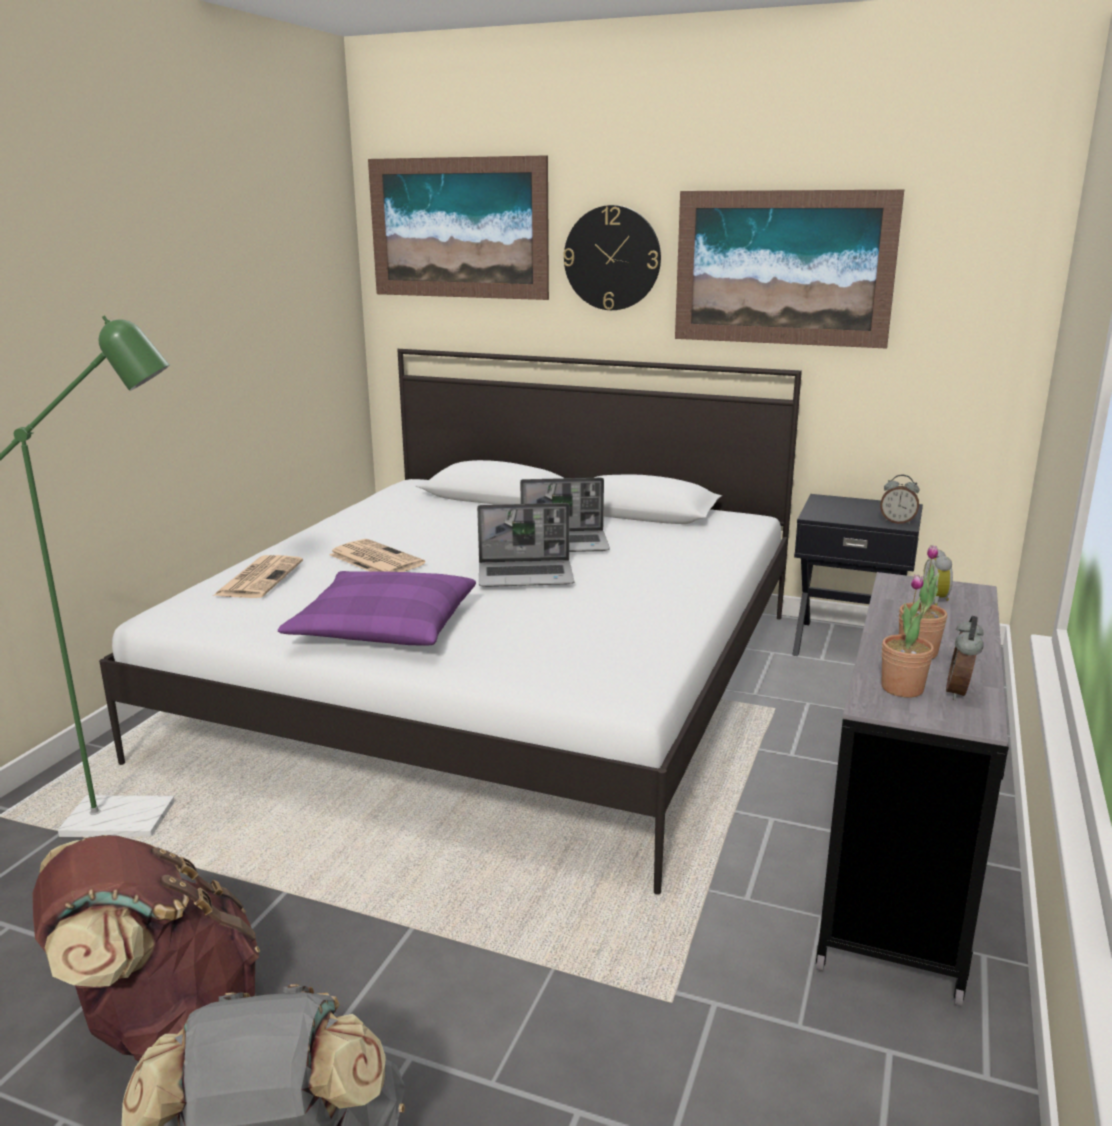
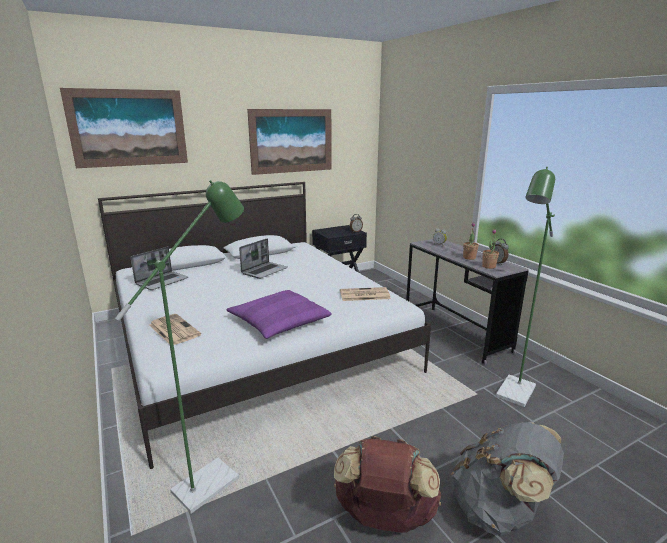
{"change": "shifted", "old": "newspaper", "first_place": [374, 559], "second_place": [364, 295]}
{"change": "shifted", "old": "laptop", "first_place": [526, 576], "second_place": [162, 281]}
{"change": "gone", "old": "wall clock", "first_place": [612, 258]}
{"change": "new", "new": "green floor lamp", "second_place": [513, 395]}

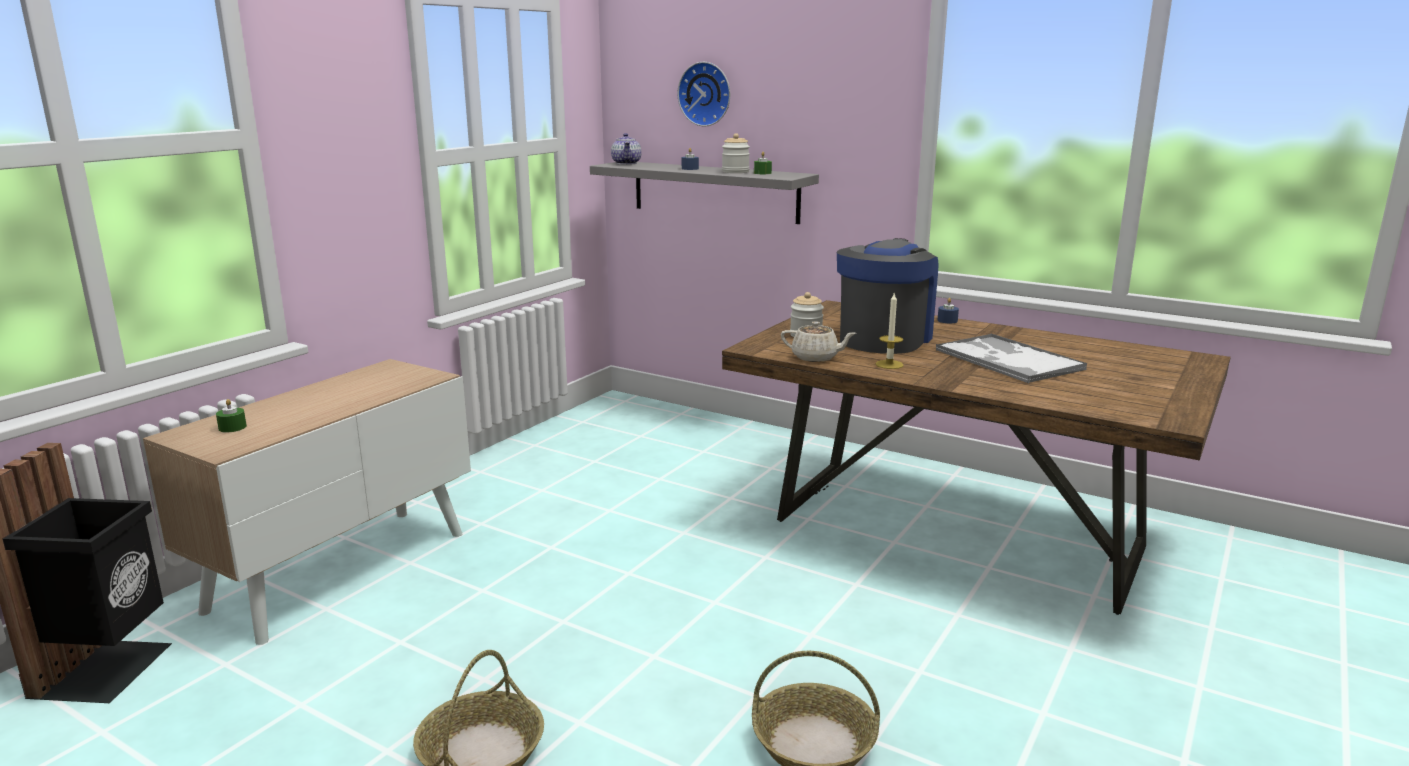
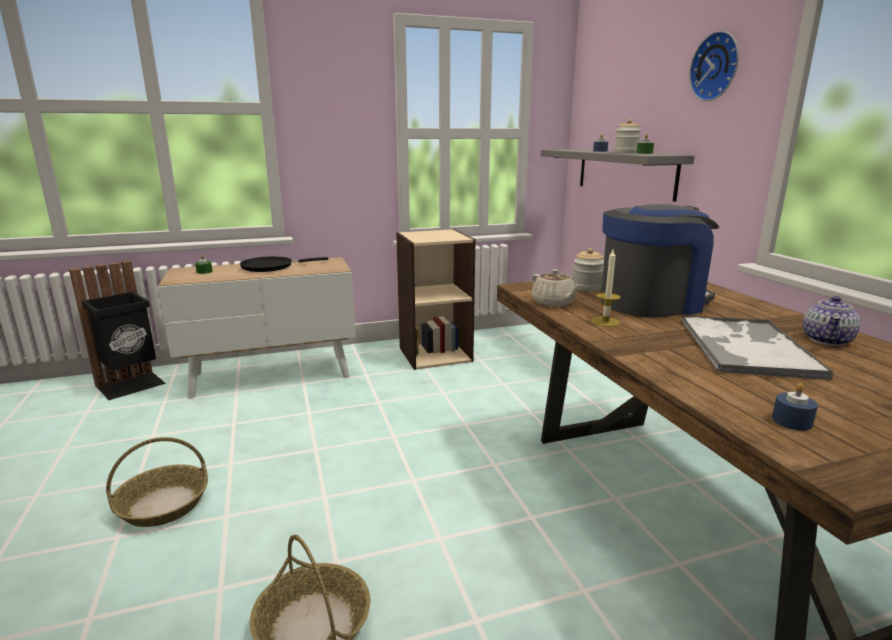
{"change": "shifted", "old": "teapot", "first_place": [626, 163], "second_place": [827, 340]}
{"change": "shifted", "old": "wall clock", "first_place": [706, 94], "second_place": [717, 67]}
{"change": "shifted", "old": "blue candle", "first_place": [947, 320], "second_place": [792, 421]}
{"change": "new", "new": "black frying pan", "second_place": [271, 267]}
{"change": "new", "new": "beige bookcase", "second_place": [435, 354]}

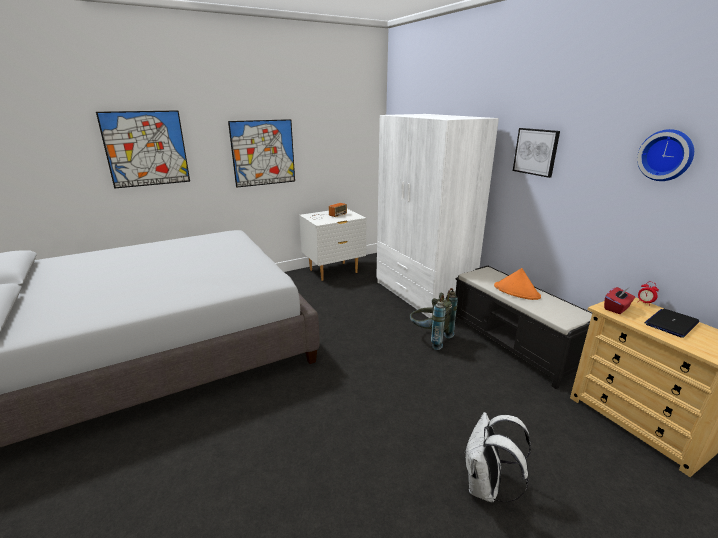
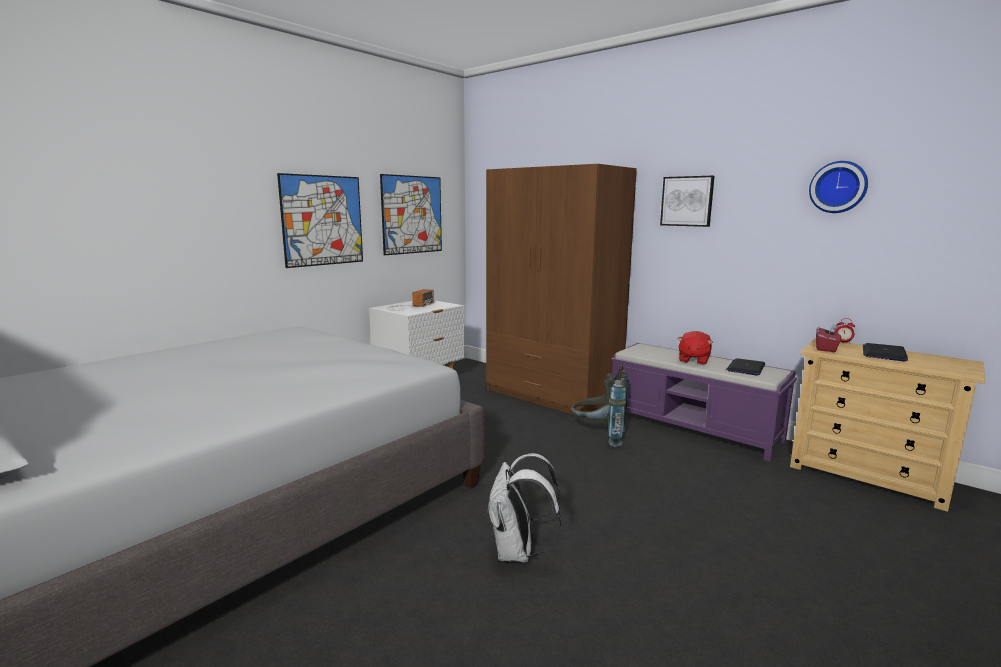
{"change": "shifted", "old": "picture", "first_place": [146, 149], "second_place": [412, 215]}
{"change": "repainted", "old": "white wardrobe", "new": "brown wardrobe", "first_place": [422, 294], "second_place": [552, 395]}
{"change": "repainted", "old": "black bench", "new": "purple bench", "first_place": [513, 344], "second_place": [694, 428]}
{"change": "shifted", "old": "white backpack", "first_place": [486, 487], "second_place": [518, 552]}
{"change": "swapped", "old": "orange hat", "new": "red plush toy", "first_place": [517, 291], "second_place": [693, 360]}
{"change": "new", "new": "laptop", "second_place": [746, 368]}

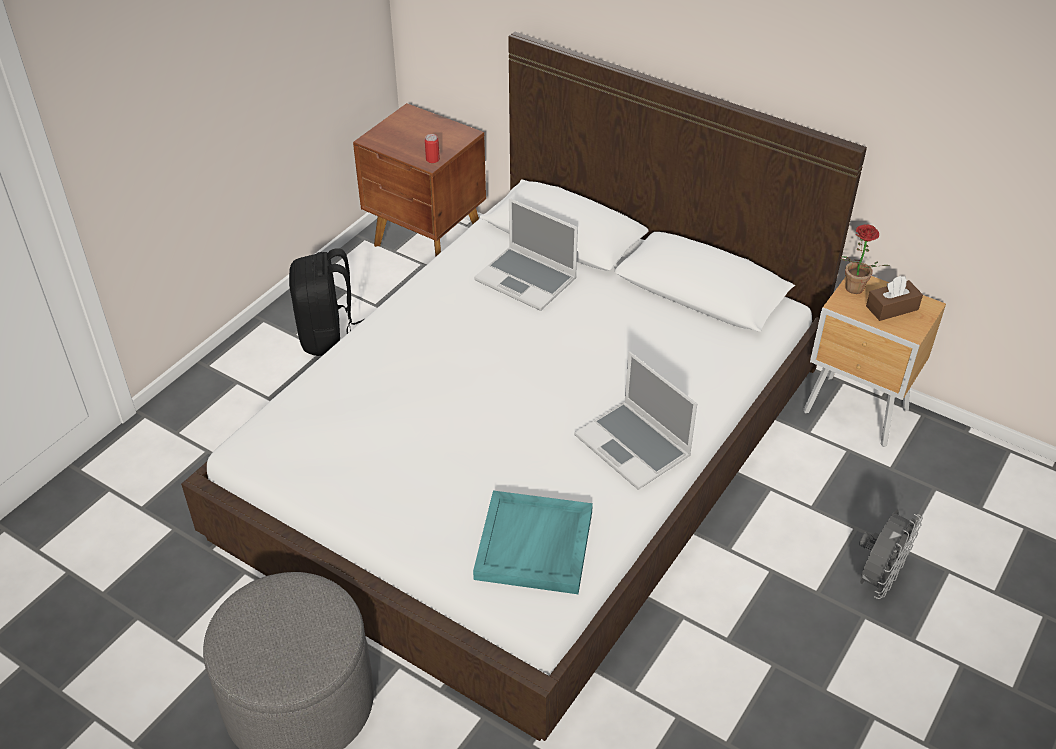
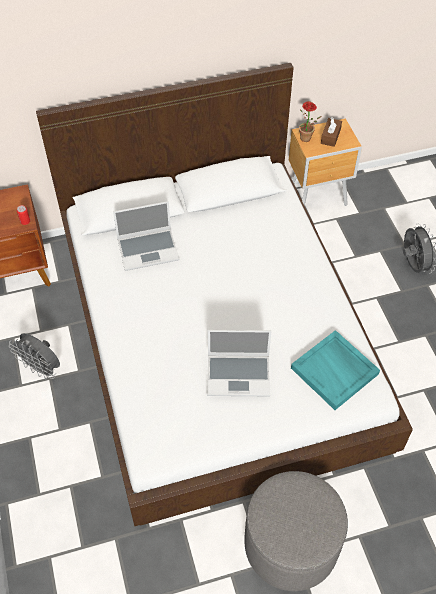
{"change": "swapped", "old": "black backpack", "new": "grey fan", "first_place": [329, 336], "second_place": [42, 369]}
{"change": "shifted", "old": "laptop", "first_place": [634, 446], "second_place": [239, 375]}

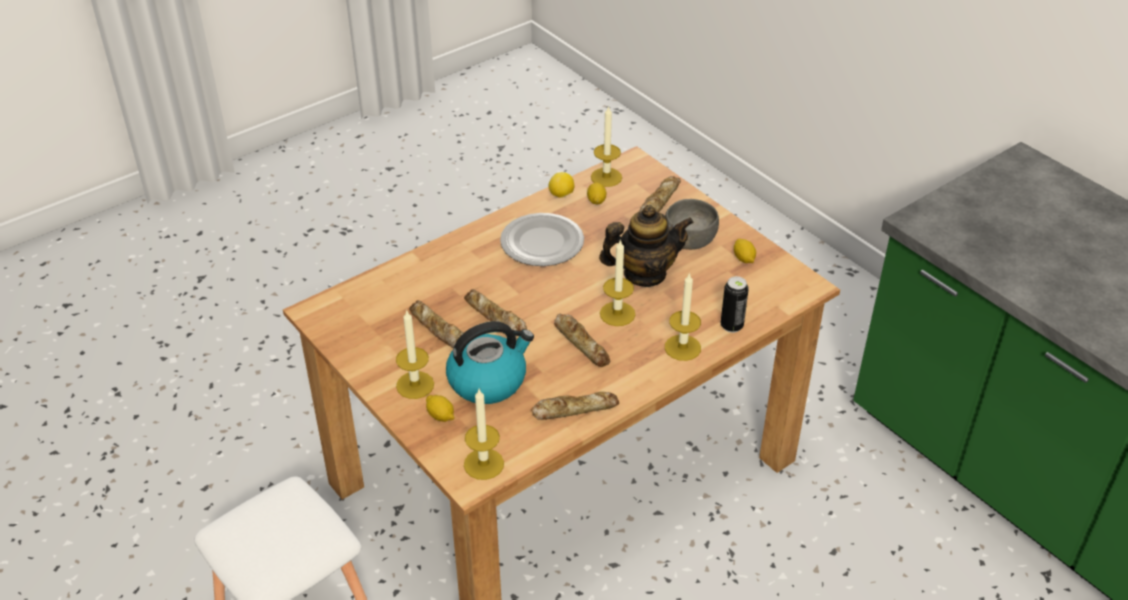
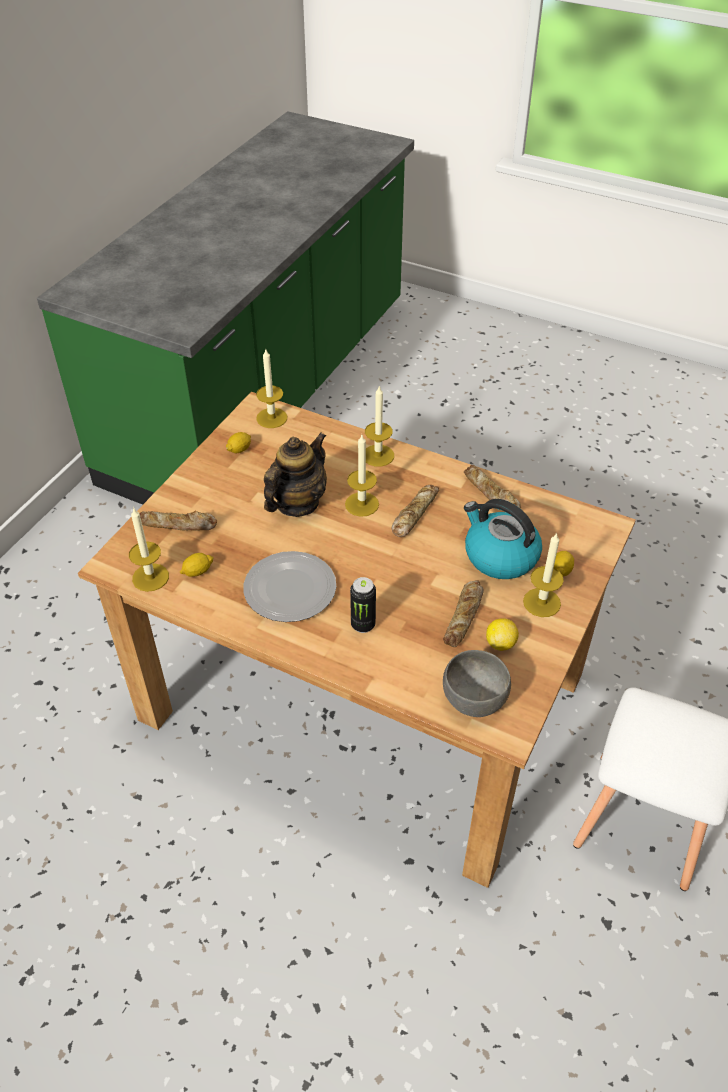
{"change": "gone", "old": "bread", "first_place": [495, 317]}
{"change": "shifted", "old": "candle", "first_place": [483, 464], "second_place": [271, 418]}
{"change": "shifted", "old": "lemon", "first_place": [561, 195], "second_place": [500, 643]}
{"change": "rotated", "old": "teapot", "first_place": [644, 274], "second_place": [297, 503], "degrees": 75}
{"change": "shifted", "old": "grey bowl", "first_place": [689, 240], "second_place": [475, 699]}
{"change": "shifted", "old": "can", "first_place": [731, 326], "second_place": [363, 625]}

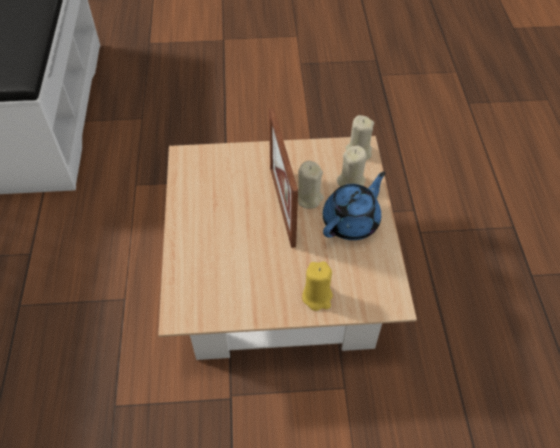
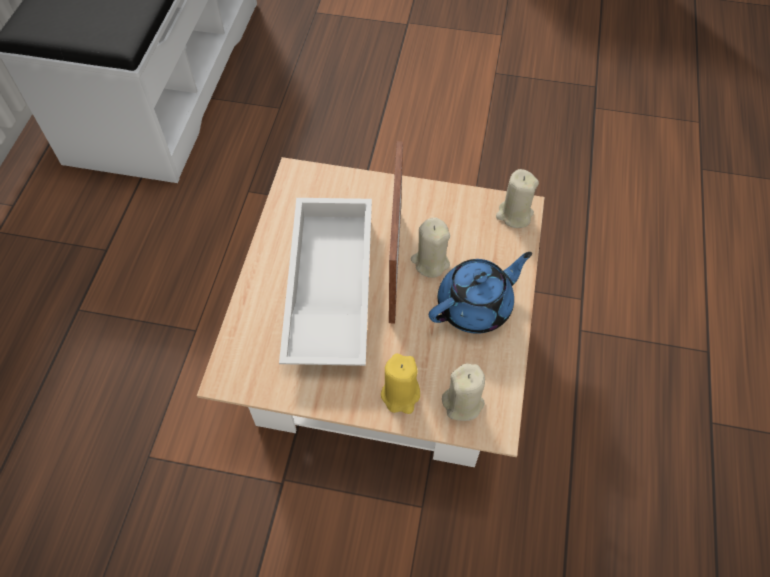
{"change": "shifted", "old": "beige candle", "first_place": [351, 182], "second_place": [463, 403]}
{"change": "new", "new": "white tray", "second_place": [327, 287]}

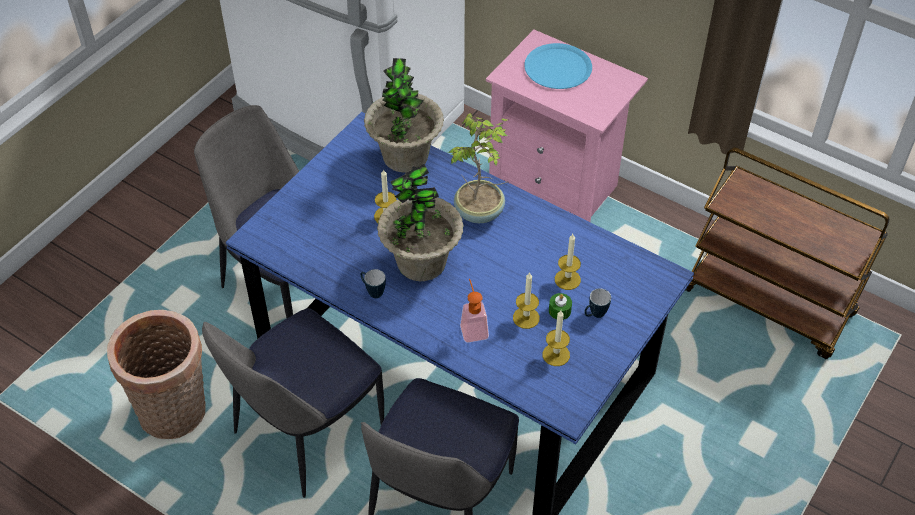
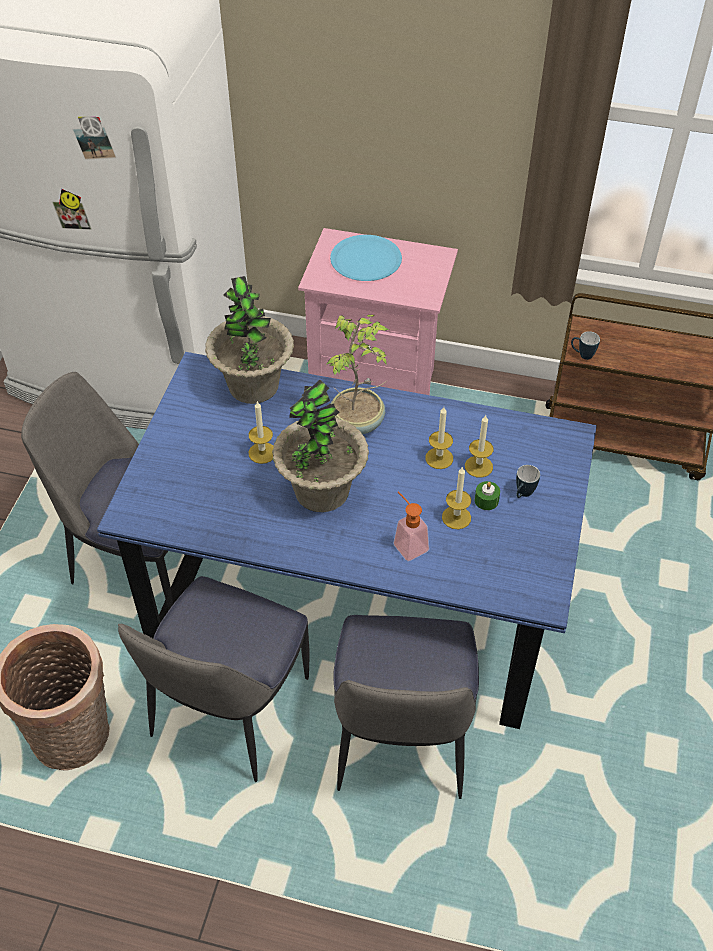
{"change": "shifted", "old": "mug", "first_place": [372, 292], "second_place": [582, 355]}
{"change": "shifted", "old": "candle", "first_place": [556, 354], "second_place": [439, 458]}

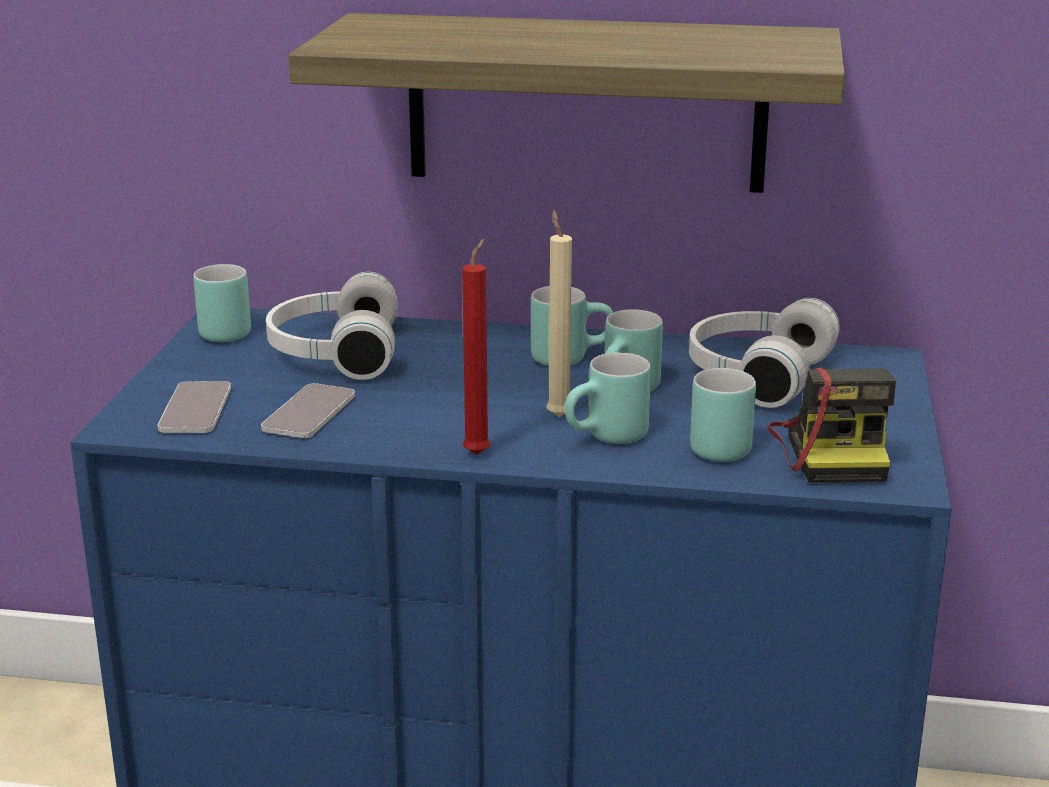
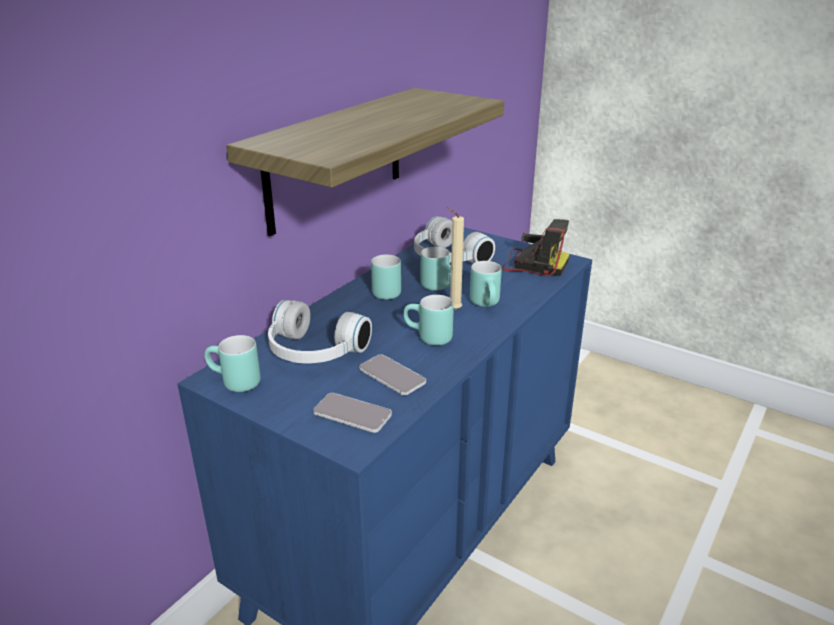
{"change": "gone", "old": "red candle", "first_place": [479, 453]}
{"change": "shifted", "old": "turquoise mug", "first_place": [712, 445], "second_place": [427, 338]}

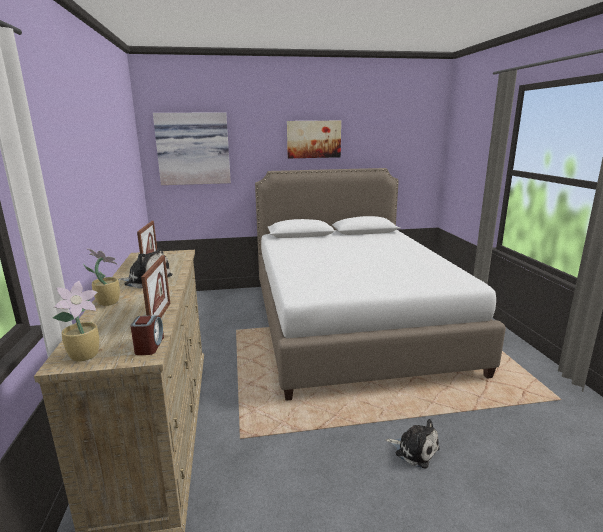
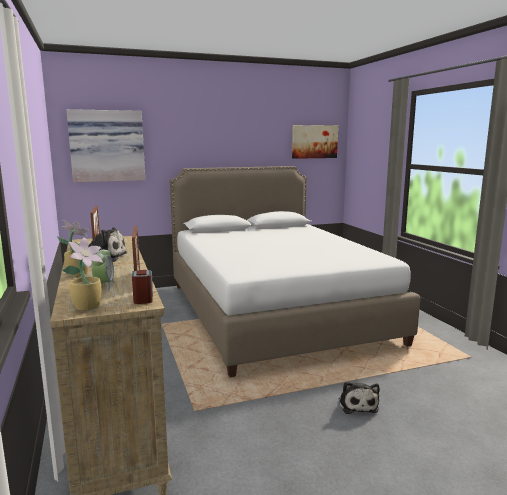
{"change": "shifted", "old": "picture", "first_place": [313, 139], "second_place": [314, 141]}
{"change": "rotated", "old": "plush toy", "first_place": [414, 450], "second_place": [357, 404], "degrees": 60}
{"change": "new", "new": "alarm clock", "second_place": [104, 285]}

